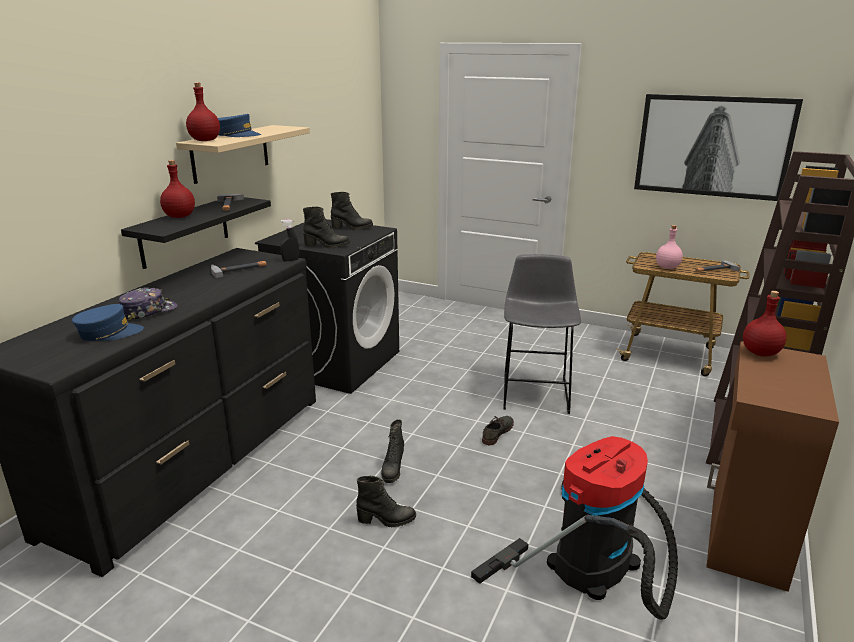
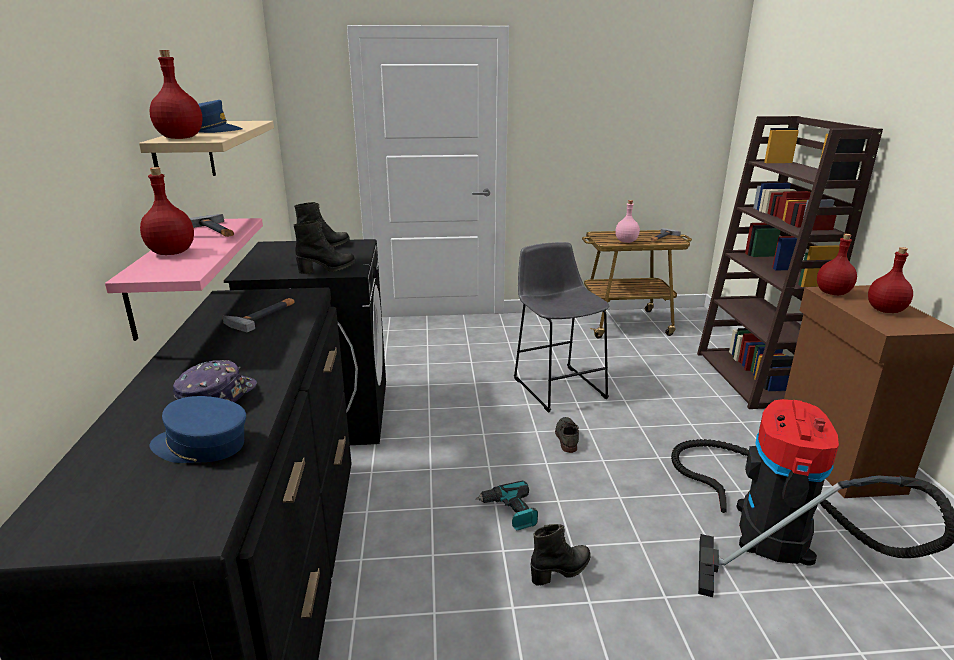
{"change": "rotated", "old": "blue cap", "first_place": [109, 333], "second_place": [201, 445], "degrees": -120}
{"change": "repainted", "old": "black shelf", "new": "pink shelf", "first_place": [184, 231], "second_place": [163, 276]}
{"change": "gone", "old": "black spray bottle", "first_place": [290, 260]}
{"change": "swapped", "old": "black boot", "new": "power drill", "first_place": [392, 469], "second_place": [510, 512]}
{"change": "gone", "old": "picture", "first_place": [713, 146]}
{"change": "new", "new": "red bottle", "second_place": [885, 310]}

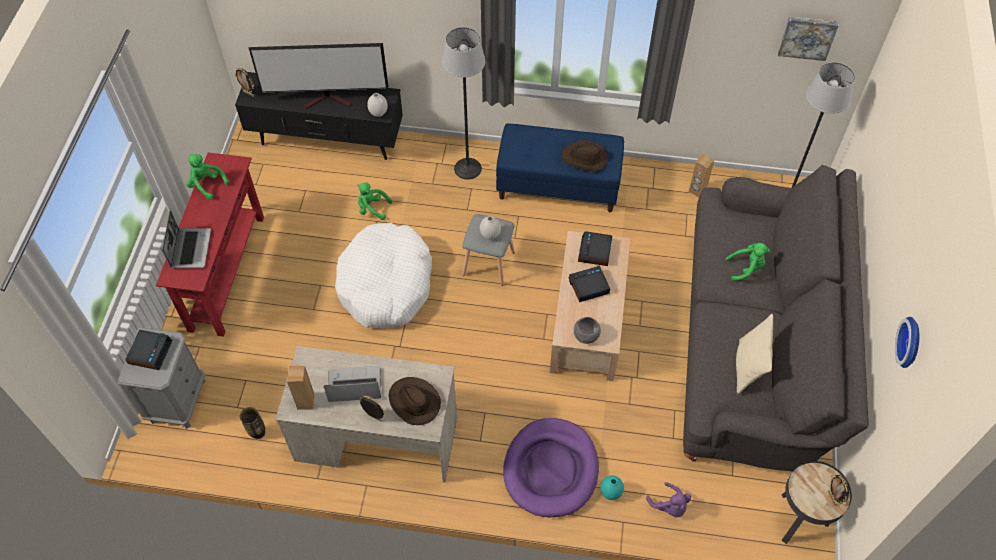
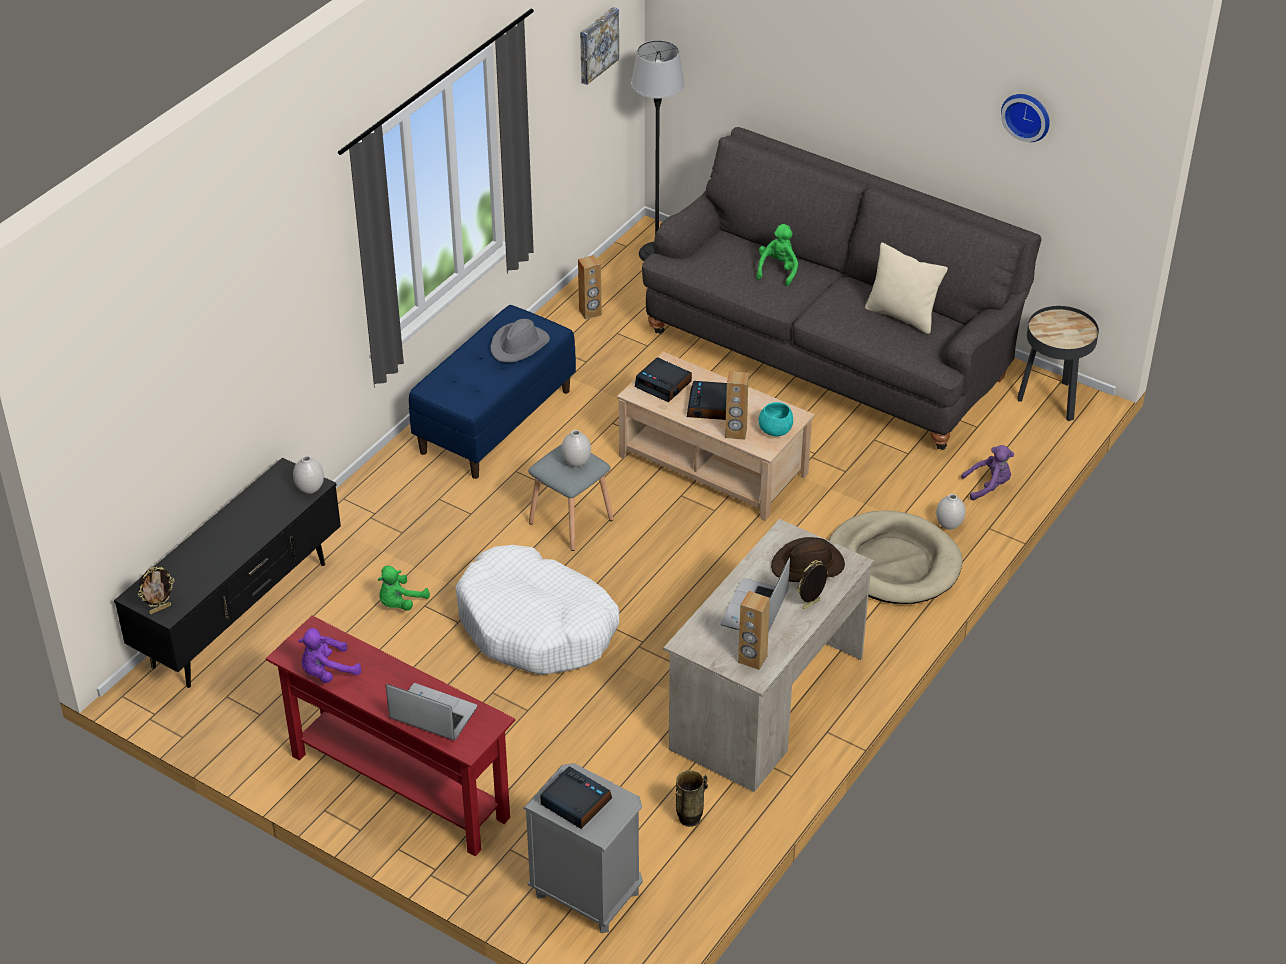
{"change": "repainted", "old": "green plush toy", "new": "purple plush toy", "first_place": [206, 184], "second_place": [327, 672]}
{"change": "gone", "old": "television", "first_place": [329, 99]}
{"change": "gone", "old": "floor lamp", "first_place": [468, 168]}
{"change": "repainted", "old": "purple dog bed", "new": "beige dog bed", "first_place": [551, 469], "second_place": [893, 563]}
{"change": "repainted", "old": "brown hat", "new": "grey hat", "first_place": [584, 158], "second_place": [519, 345]}
{"change": "repainted", "old": "grey bowl", "new": "turquoise bowl", "first_place": [586, 336], "second_place": [775, 431]}
{"change": "repainted", "old": "turquoise vase", "new": "white vase", "first_place": [610, 493], "second_place": [949, 525]}
{"change": "gone", "old": "picture frame", "first_place": [832, 498]}
{"change": "new", "new": "brown speaker", "second_place": [736, 433]}

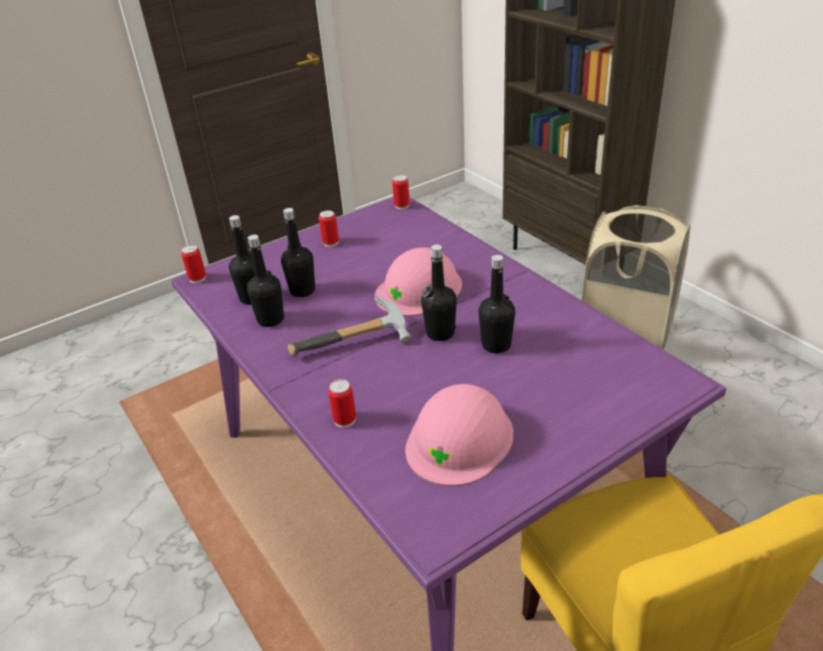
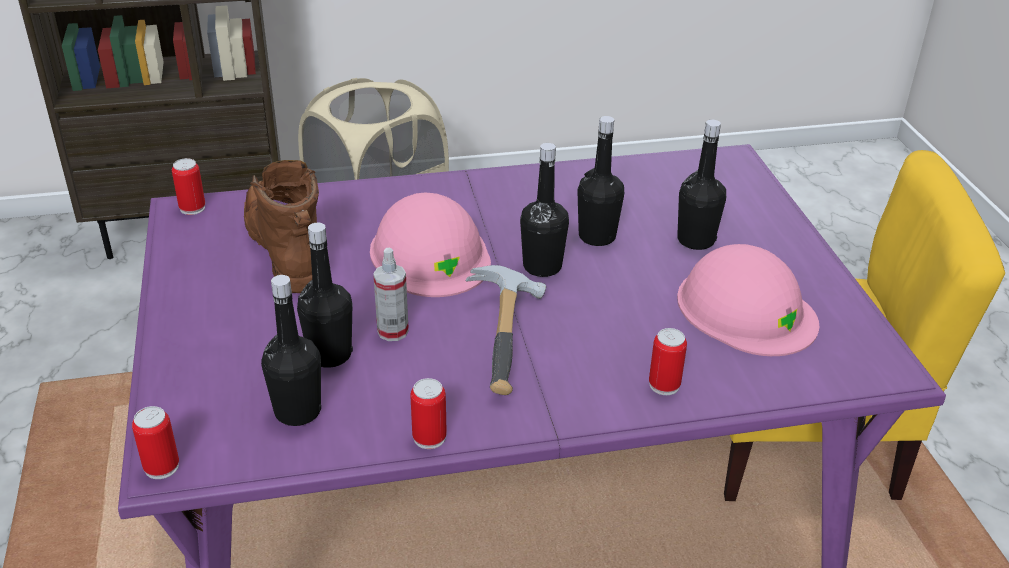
{"change": "shifted", "old": "black bottle", "first_place": [270, 320], "second_place": [695, 240]}
{"change": "shifted", "old": "can", "first_place": [331, 242], "second_place": [429, 437]}
{"change": "new", "new": "brown boot", "second_place": [286, 249]}
{"change": "new", "new": "spray bottle", "second_place": [393, 331]}

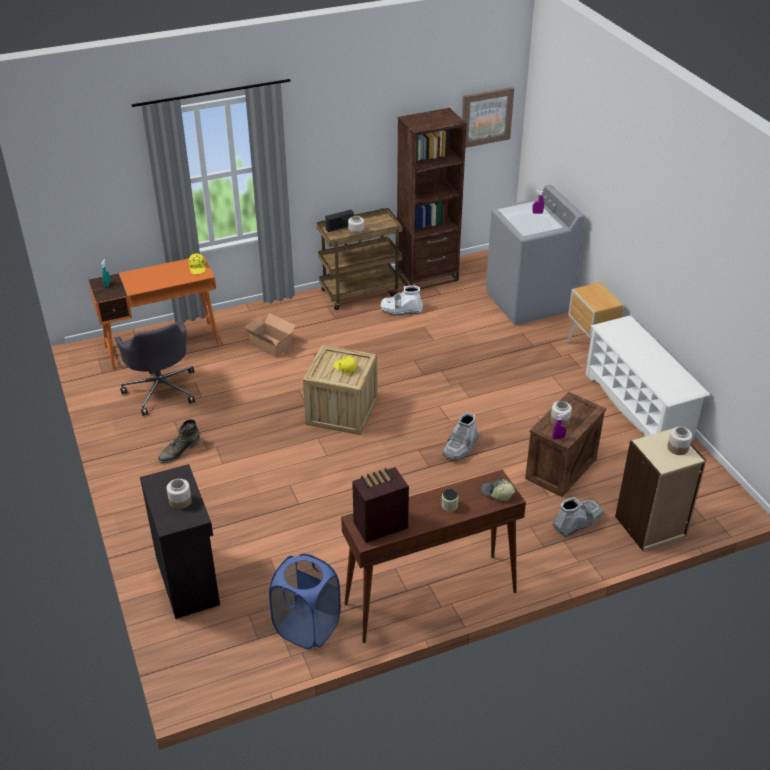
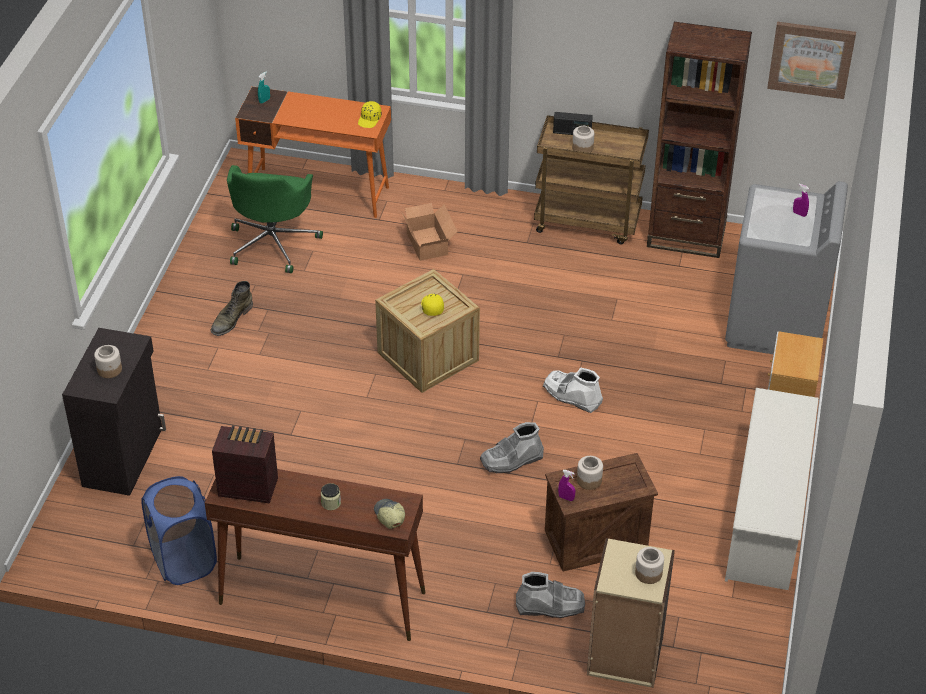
{"change": "repainted", "old": "grey office chair", "new": "green office chair", "first_place": [161, 389], "second_place": [273, 243]}
{"change": "rotated", "old": "green boot", "first_place": [179, 450], "second_place": [231, 319], "degrees": -45}
{"change": "shifted", "old": "white boot", "first_place": [401, 310], "second_place": [572, 396]}

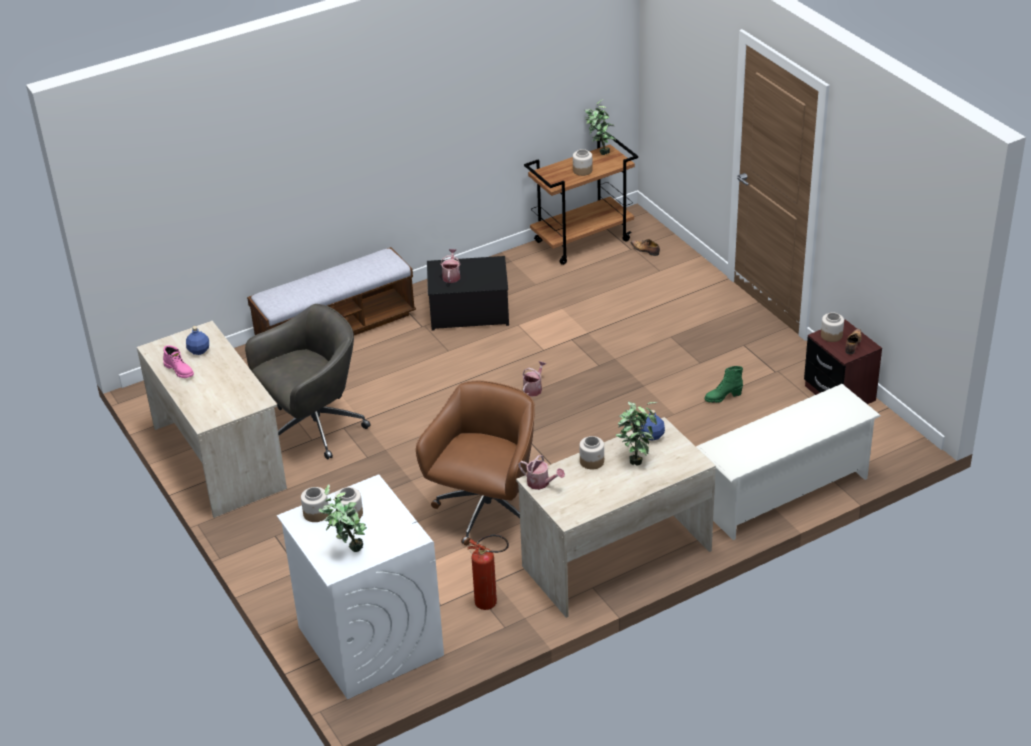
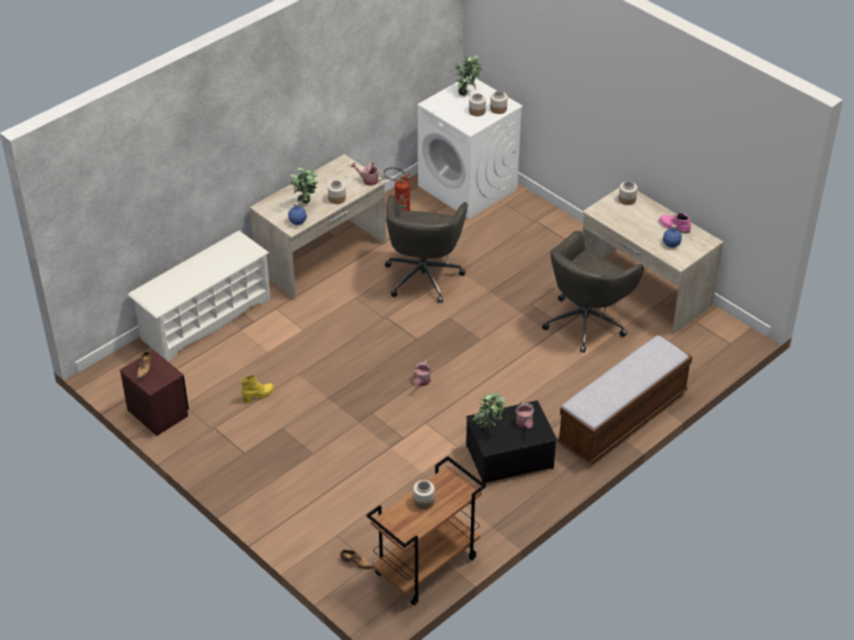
{"change": "repainted", "old": "brown office chair", "new": "grey office chair", "first_place": [486, 512], "second_place": [423, 275]}
{"change": "shifted", "old": "potted plant", "first_place": [599, 151], "second_place": [489, 430]}
{"change": "repainted", "old": "green boot", "new": "yellow boot", "first_place": [722, 397], "second_place": [258, 395]}
{"change": "shifted", "old": "jar", "first_place": [831, 335], "second_place": [627, 199]}

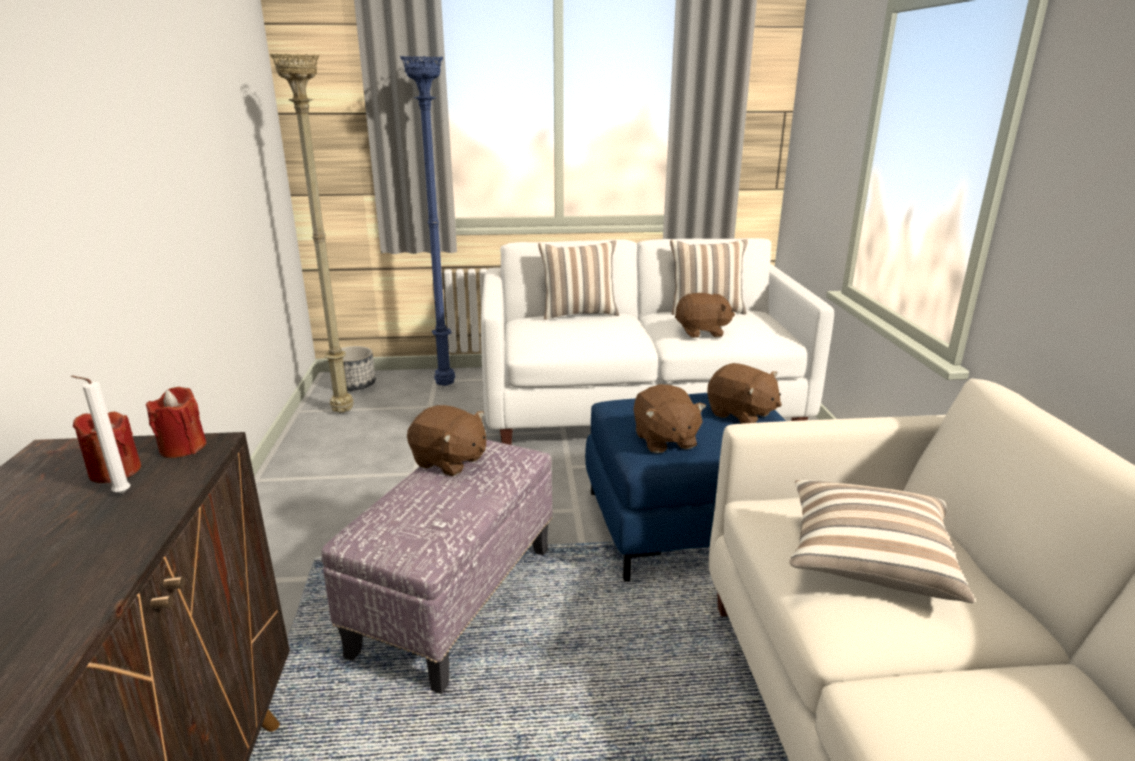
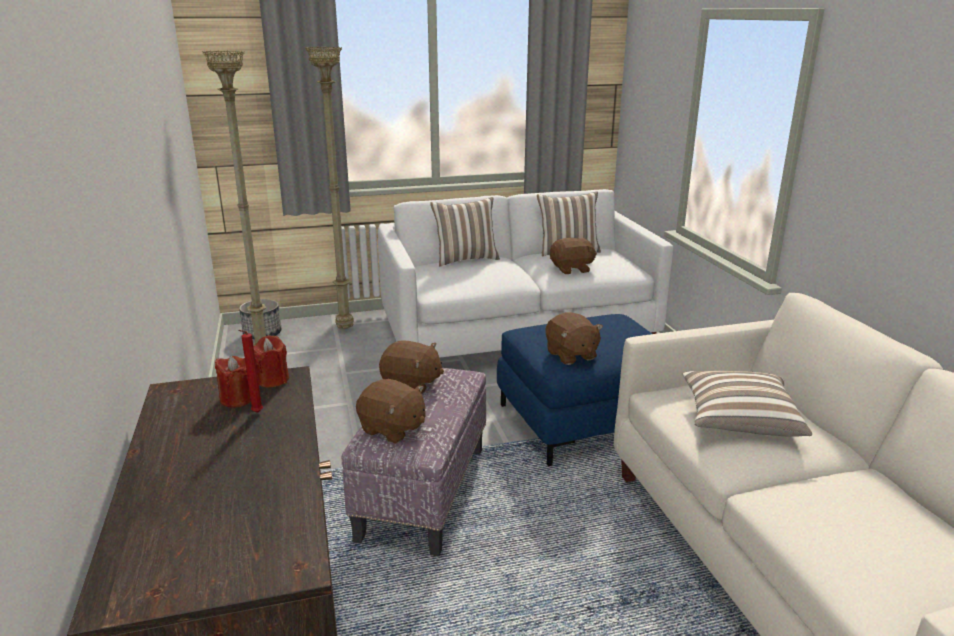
{"change": "repainted", "old": "white candle", "new": "red candle", "first_place": [119, 494], "second_place": [256, 413]}
{"change": "repainted", "old": "blue floor lamp", "new": "beige floor lamp", "first_place": [446, 385], "second_place": [346, 328]}
{"change": "shifted", "old": "brown plush toy", "first_place": [741, 414], "second_place": [392, 429]}

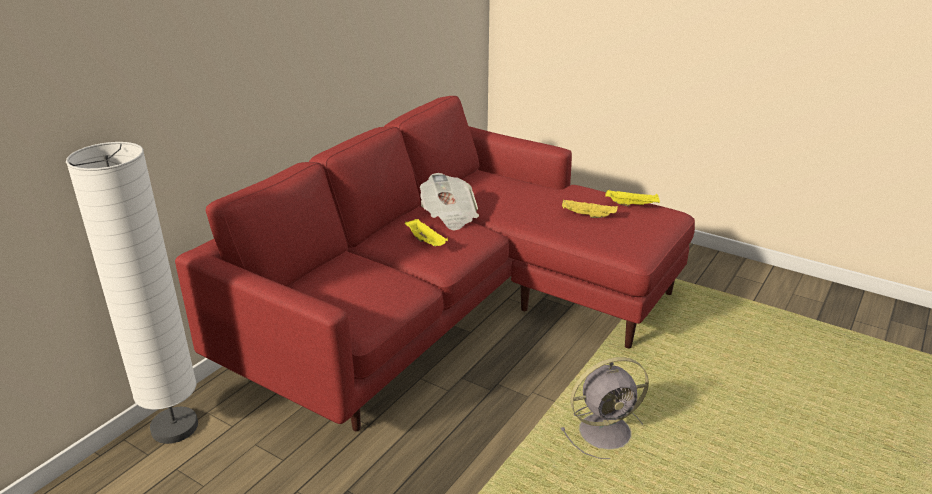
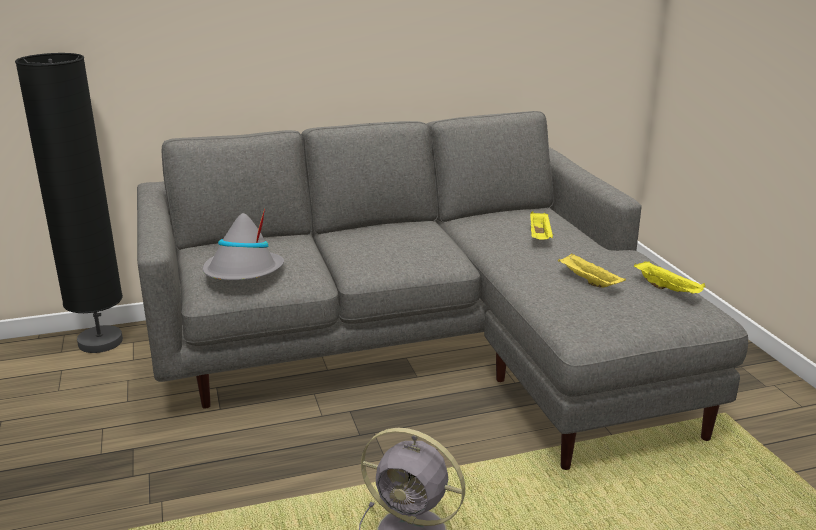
{"change": "repainted", "old": "white floor lamp", "new": "black floor lamp", "first_place": [175, 427], "second_place": [100, 342]}
{"change": "repainted", "old": "red sofa", "new": "grey sofa", "first_place": [451, 311], "second_place": [426, 351]}
{"change": "shifted", "old": "yellow tray", "first_place": [426, 242], "second_place": [540, 237]}
{"change": "gone", "old": "newspaper", "first_place": [449, 216]}
{"change": "new", "new": "grey hat", "second_place": [243, 272]}

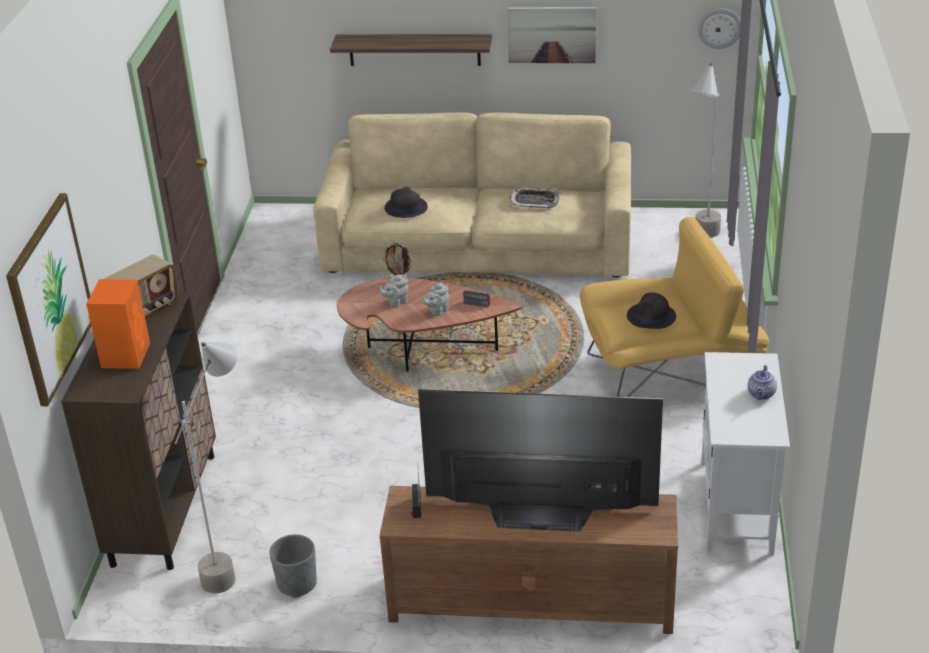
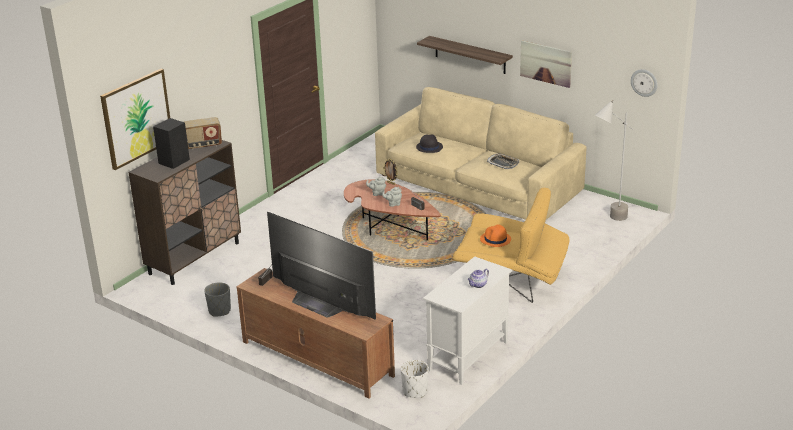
{"change": "repainted", "old": "orange speaker", "new": "black speaker", "first_place": [126, 354], "second_place": [174, 161]}
{"change": "gone", "old": "grey floor lamp", "first_place": [233, 561]}
{"change": "repainted", "old": "black hat", "new": "orange hat", "first_place": [651, 317], "second_place": [495, 240]}
{"change": "new", "new": "white planter", "second_place": [415, 391]}

